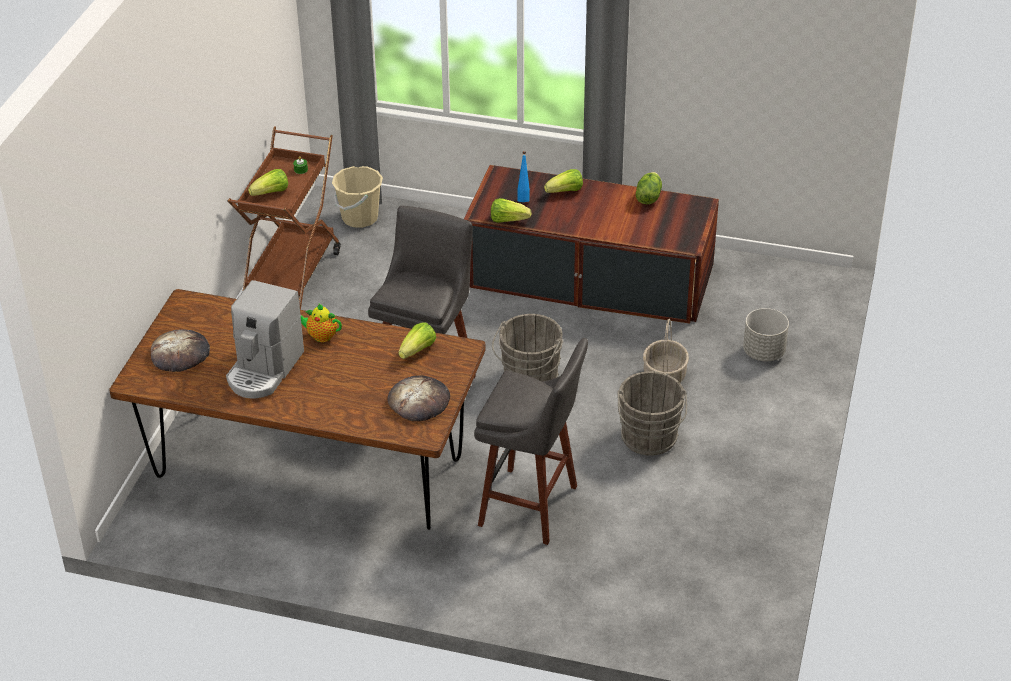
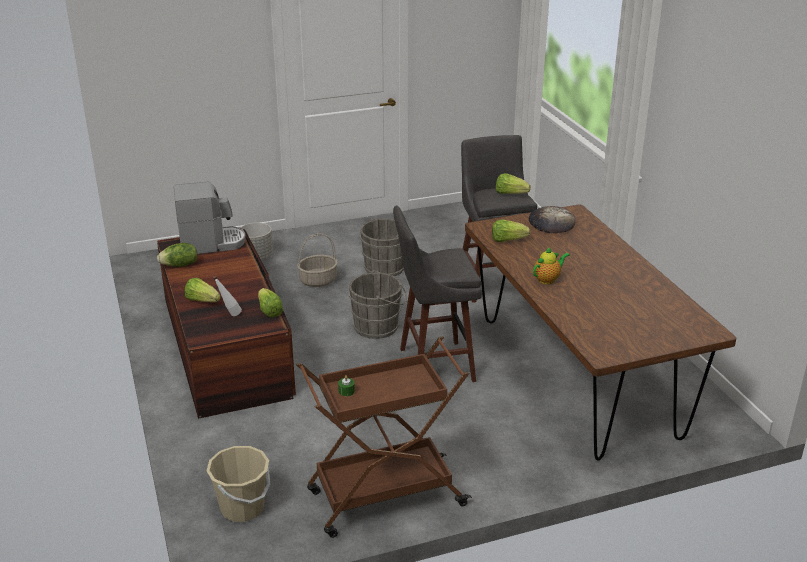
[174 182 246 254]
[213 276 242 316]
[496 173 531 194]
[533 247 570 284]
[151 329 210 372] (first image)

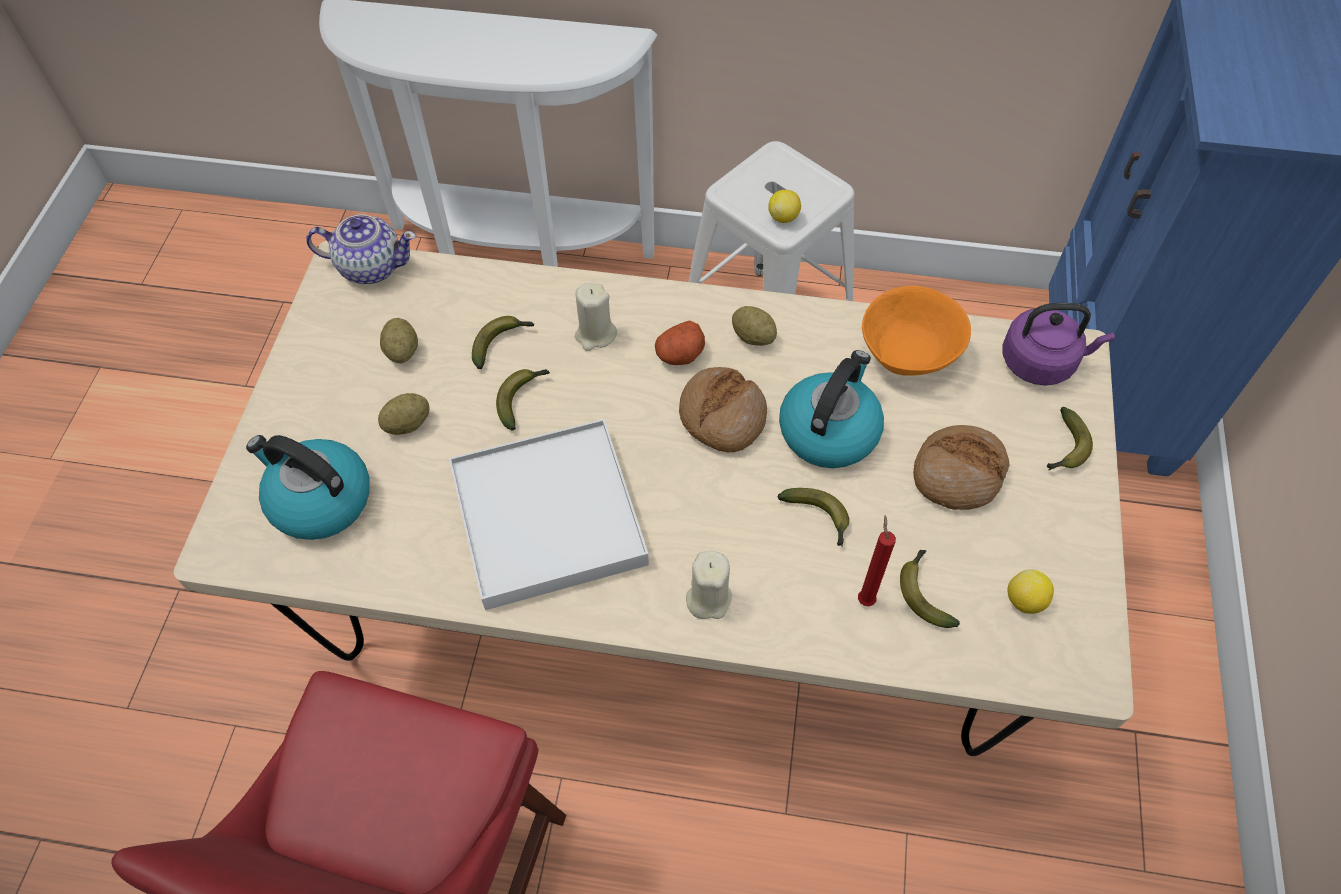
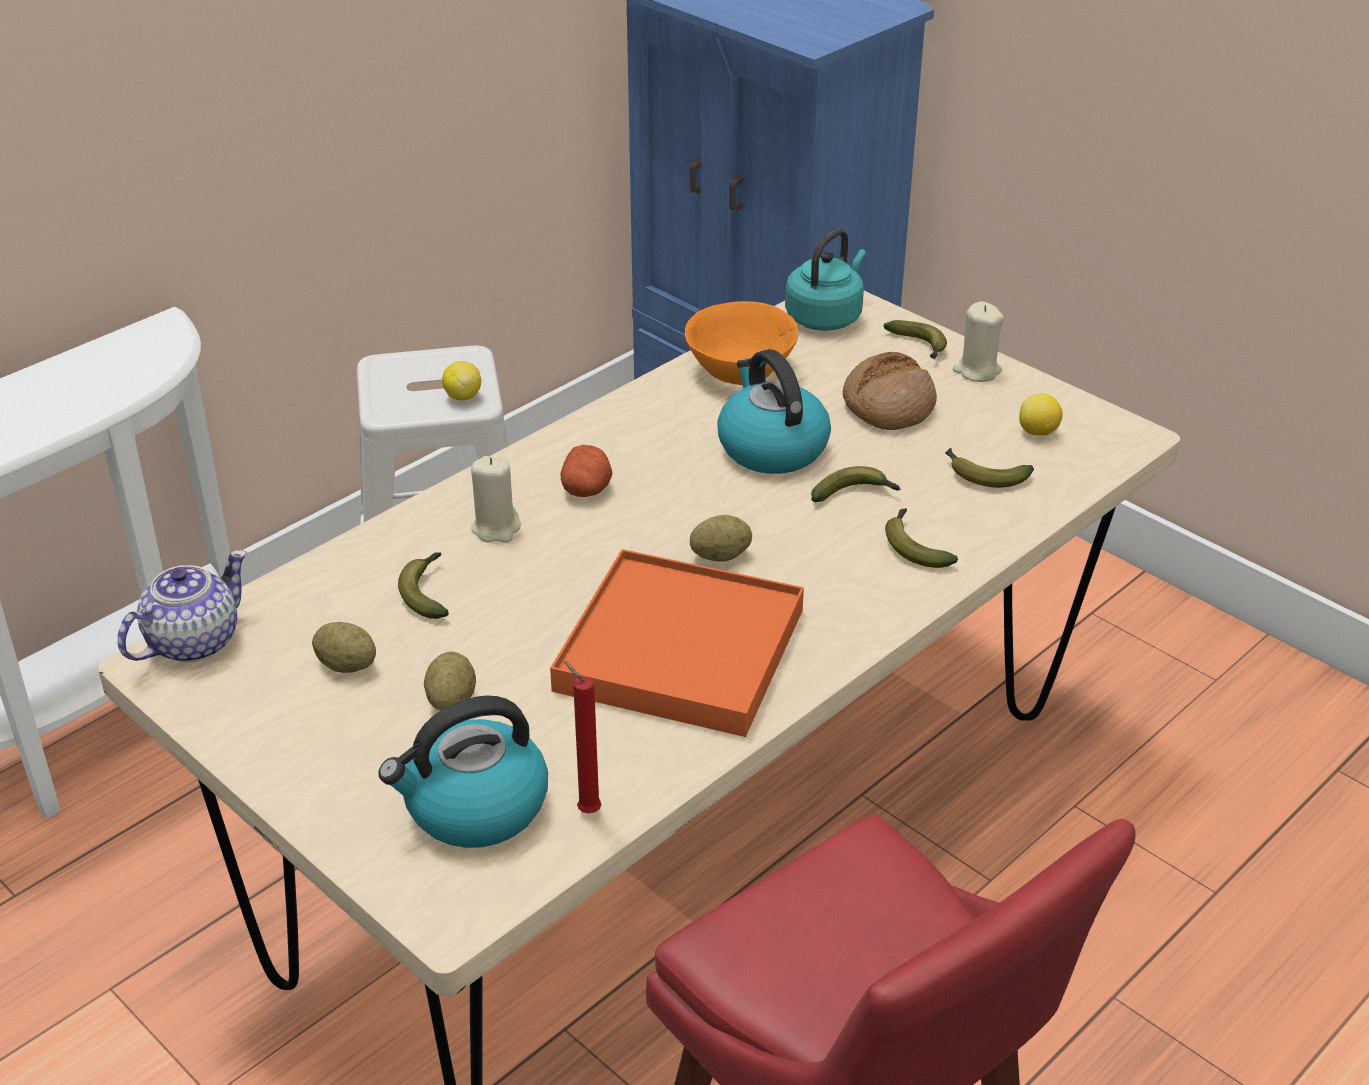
[550 549 804 737]
[563 661 601 814]
[690 515 752 562]
[785 229 866 331]
[885 508 958 568]
[953 301 1004 382]
[679 367 767 452] (first image)

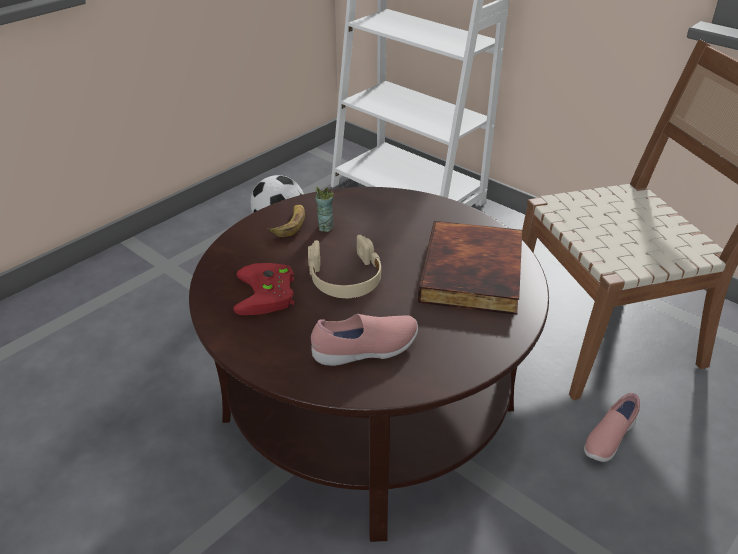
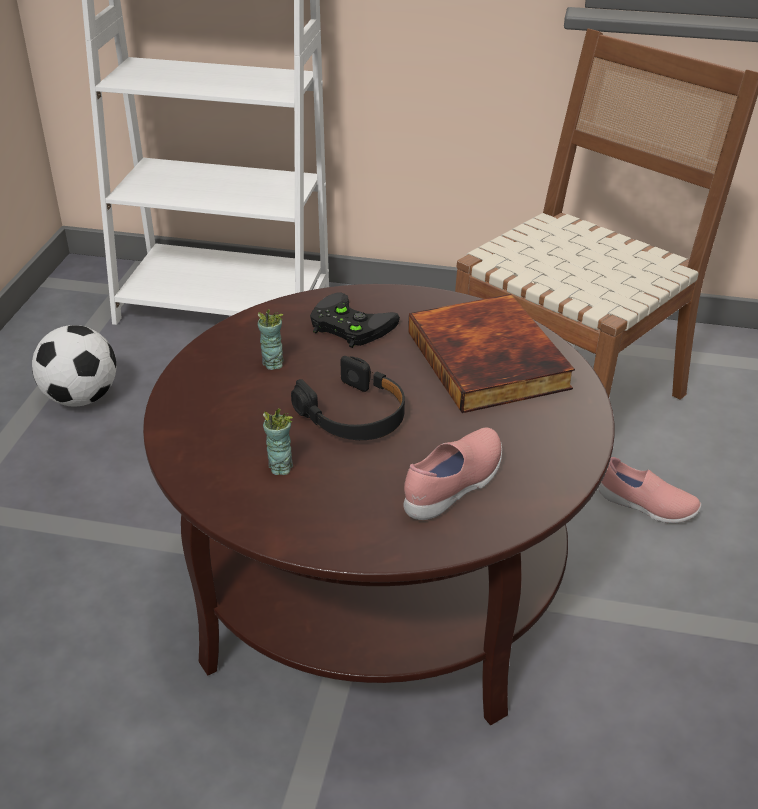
[263 408 293 475]
[291 356 405 440]
[310 293 400 348]
[598 457 701 524]
[267 205 305 237] (first image)

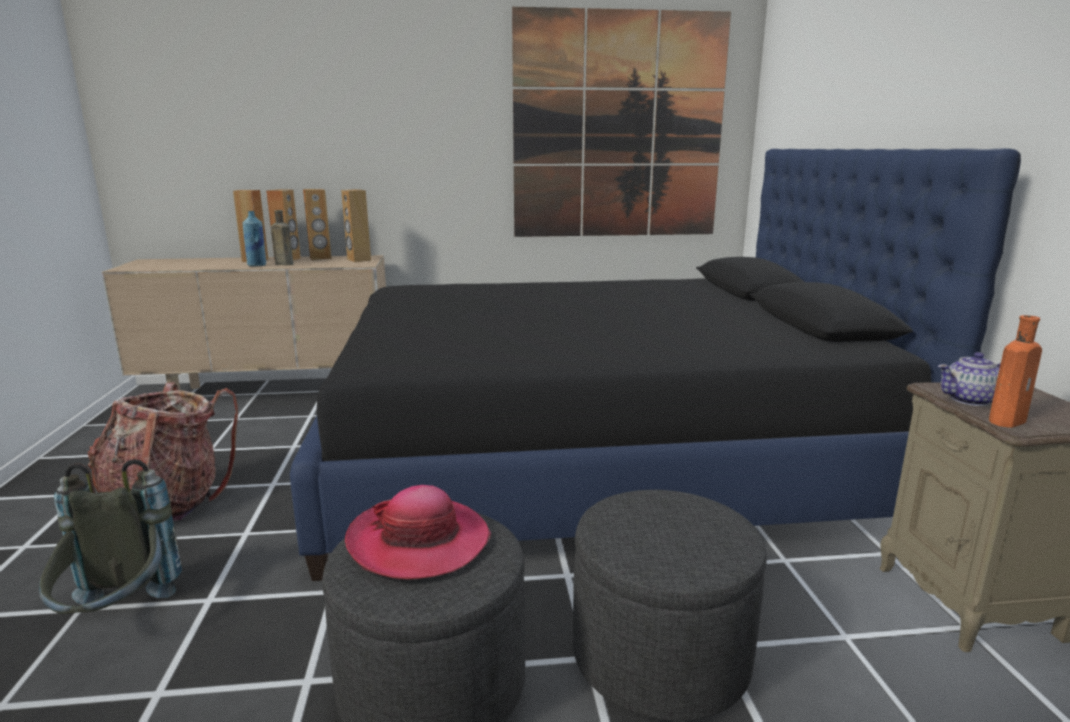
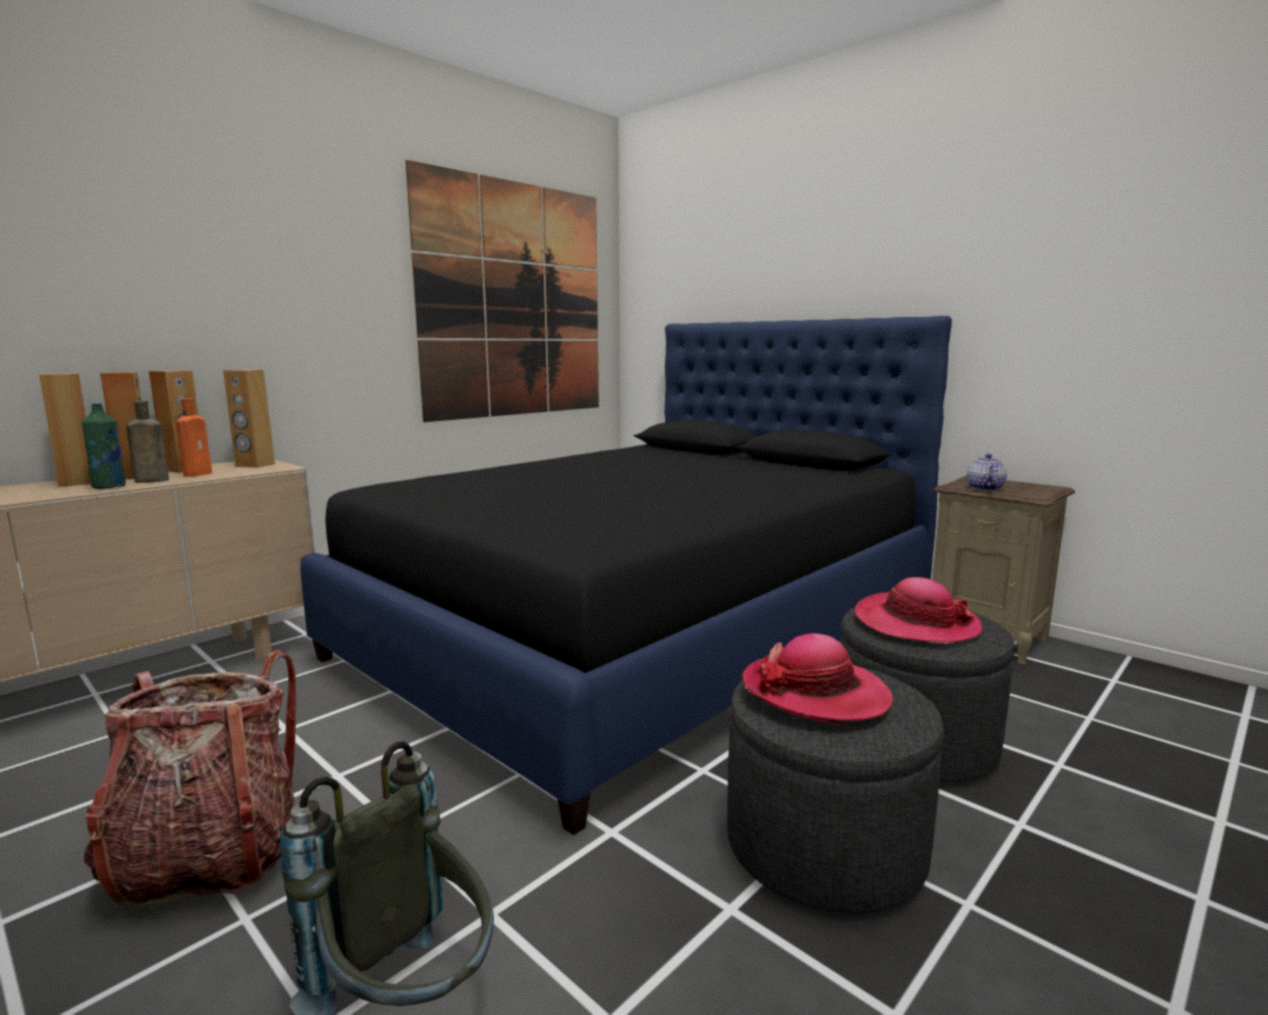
[82 403 126 489]
[176 398 212 477]
[855 577 983 644]
[966 454 1007 491]

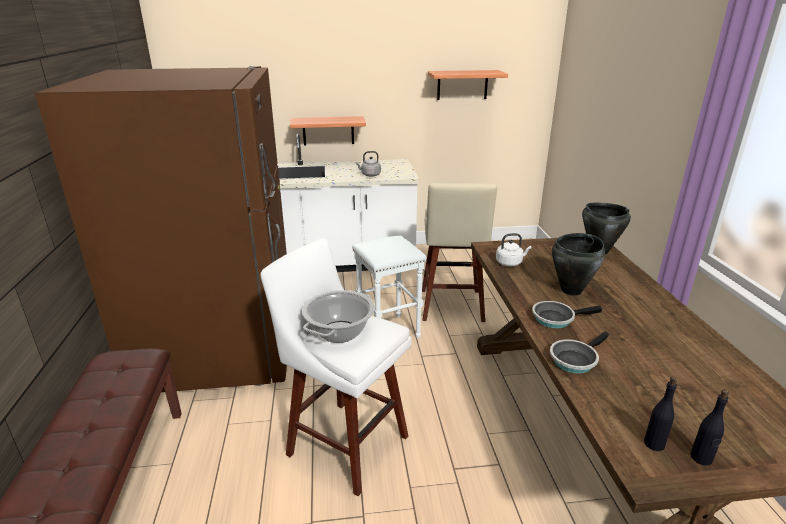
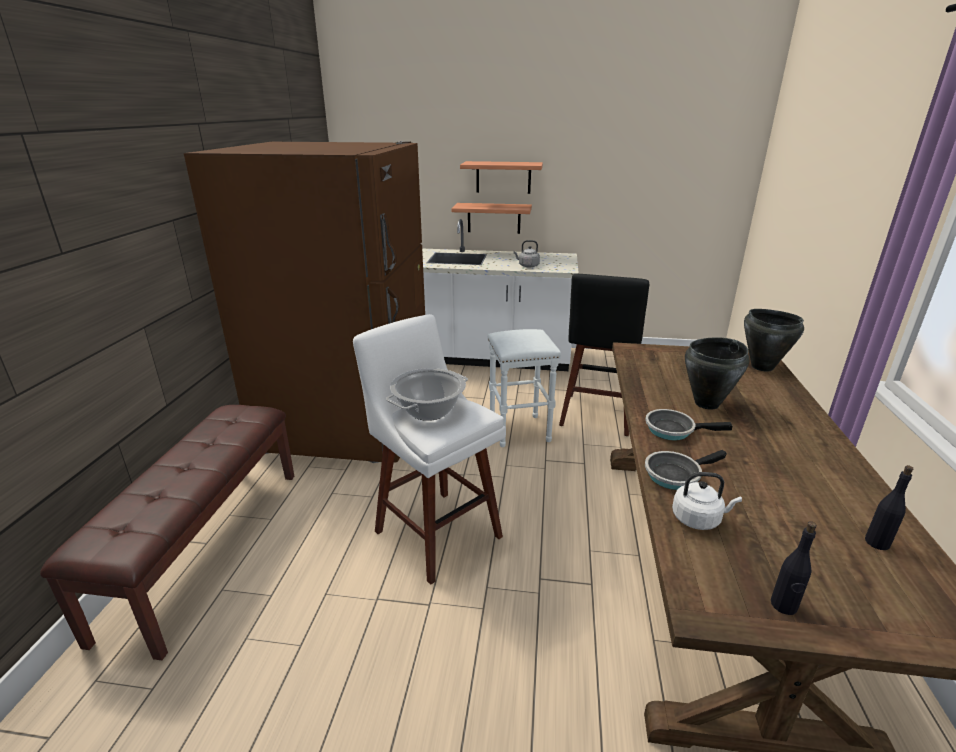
[460 161 543 194]
[559 274 649 436]
[672 472 742 530]
[865 465 913 550]

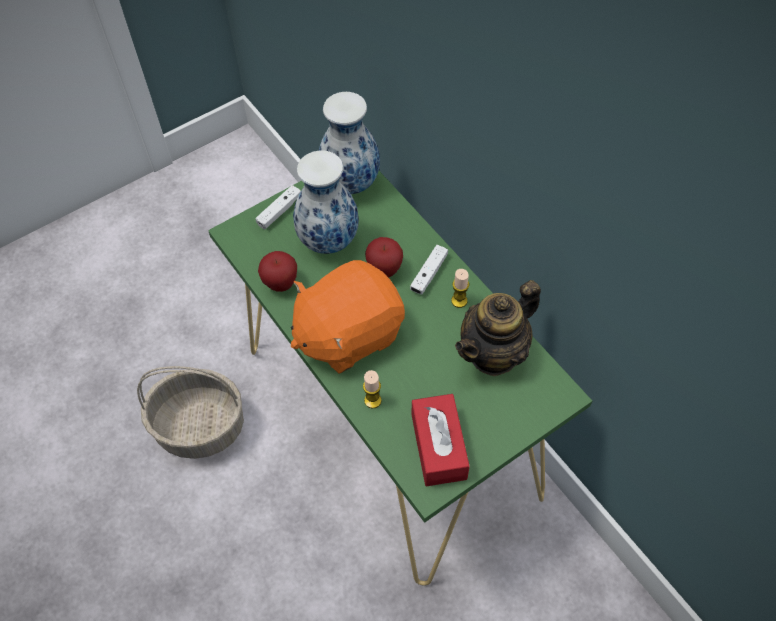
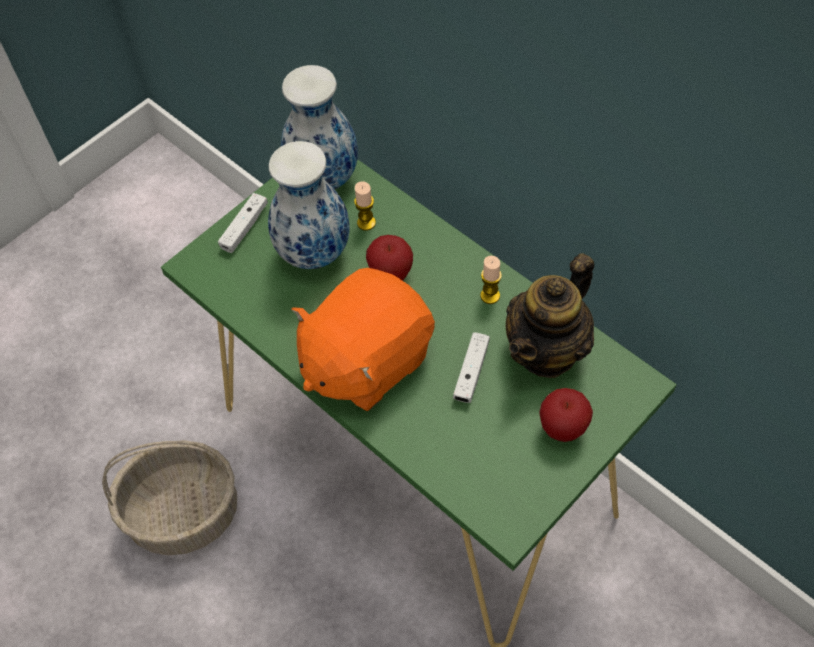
[354 181 376 231]
[453 332 490 403]
[539 388 593 442]
[412 394 470 486] (first image)

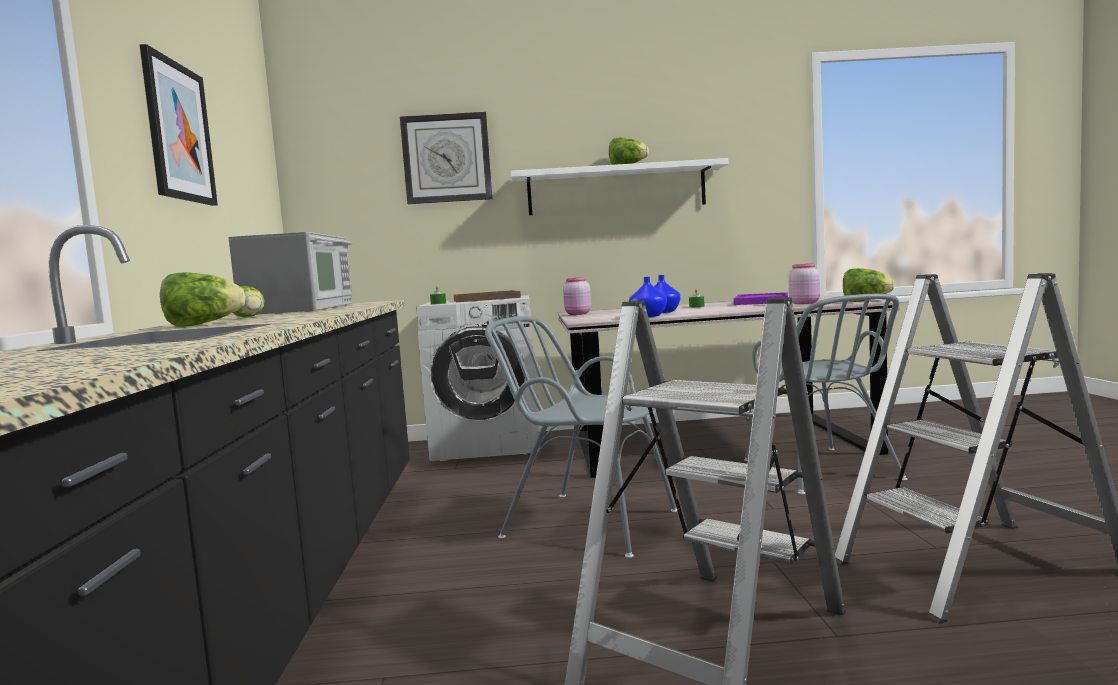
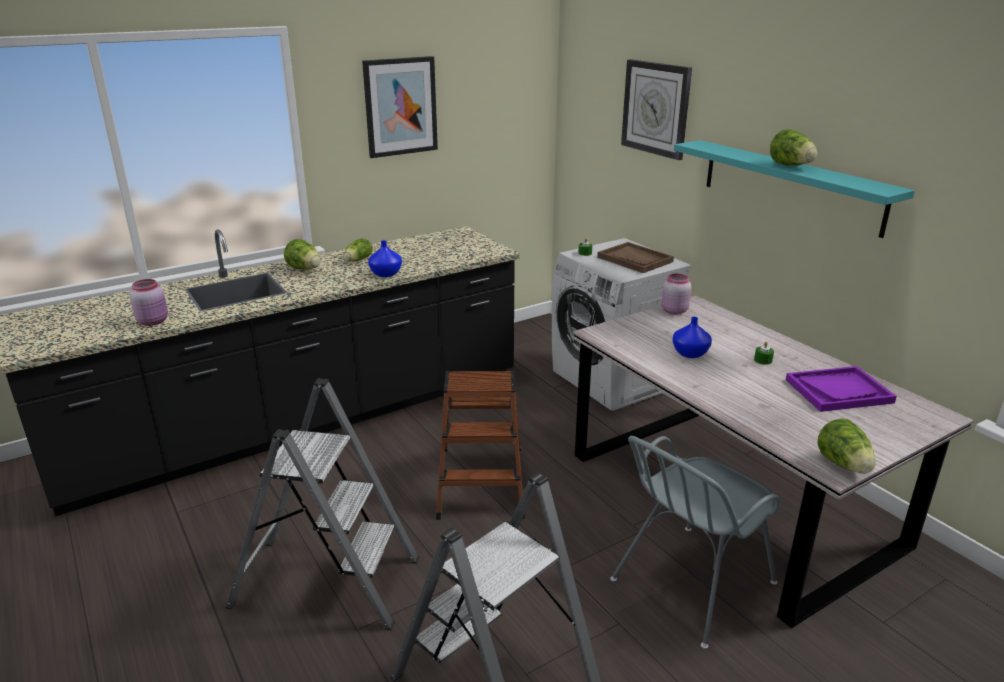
[129 279 168 326]
[368 240 402 277]
[436 370 525 520]
[674 140 915 238]
[228 232 353 315] (first image)

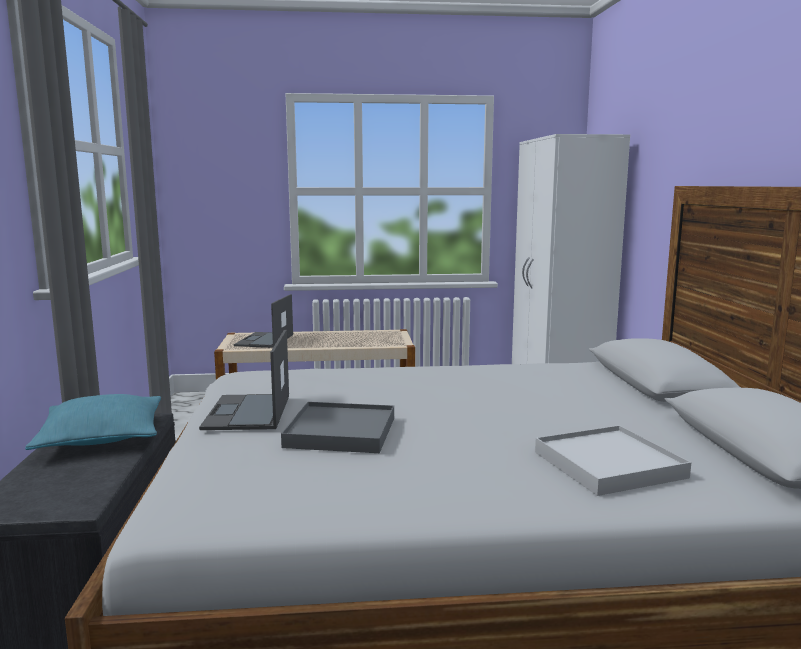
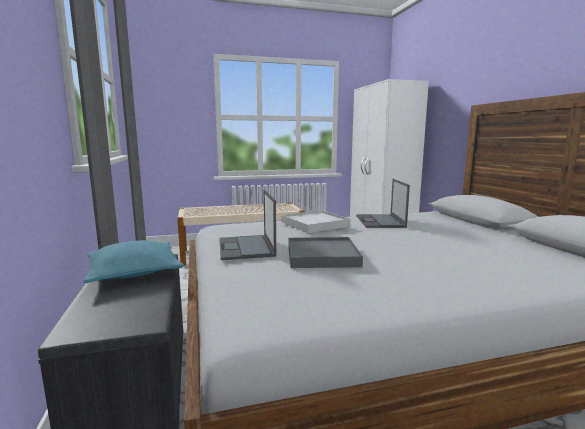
[281 210 350 233]
[356 179 410 228]

